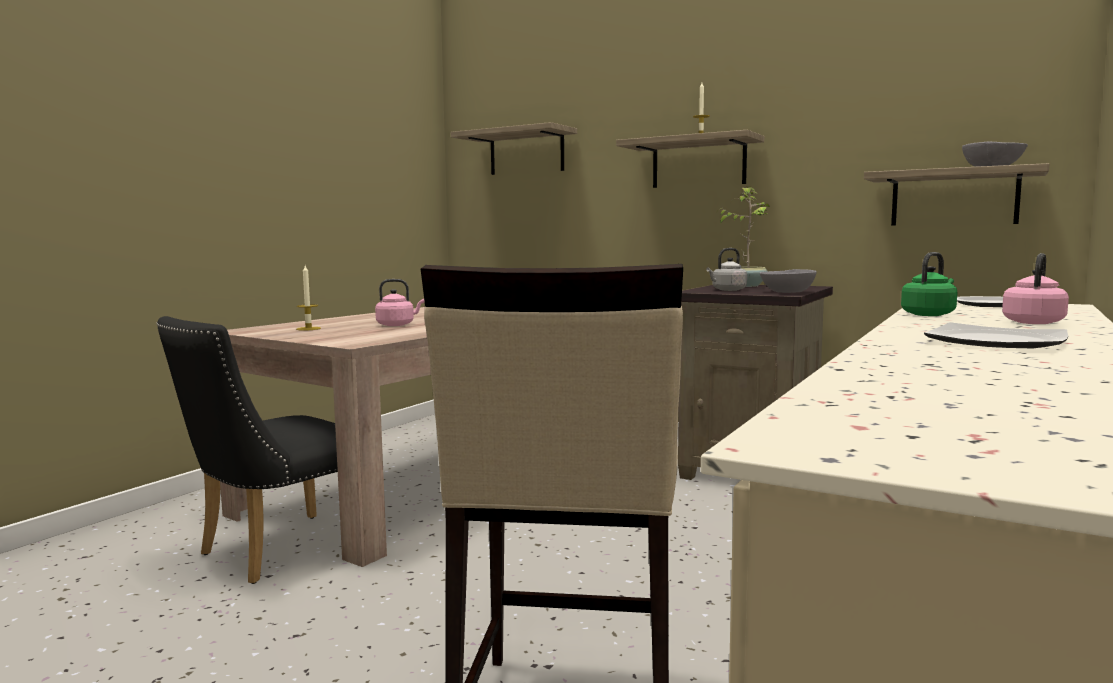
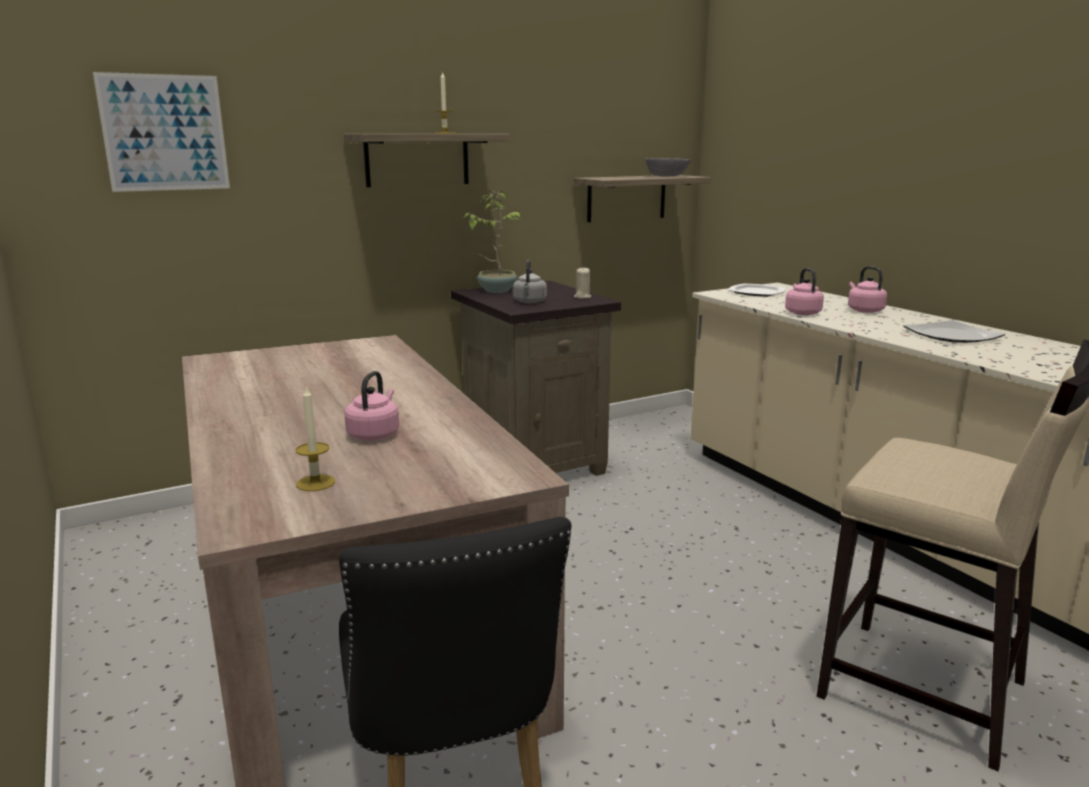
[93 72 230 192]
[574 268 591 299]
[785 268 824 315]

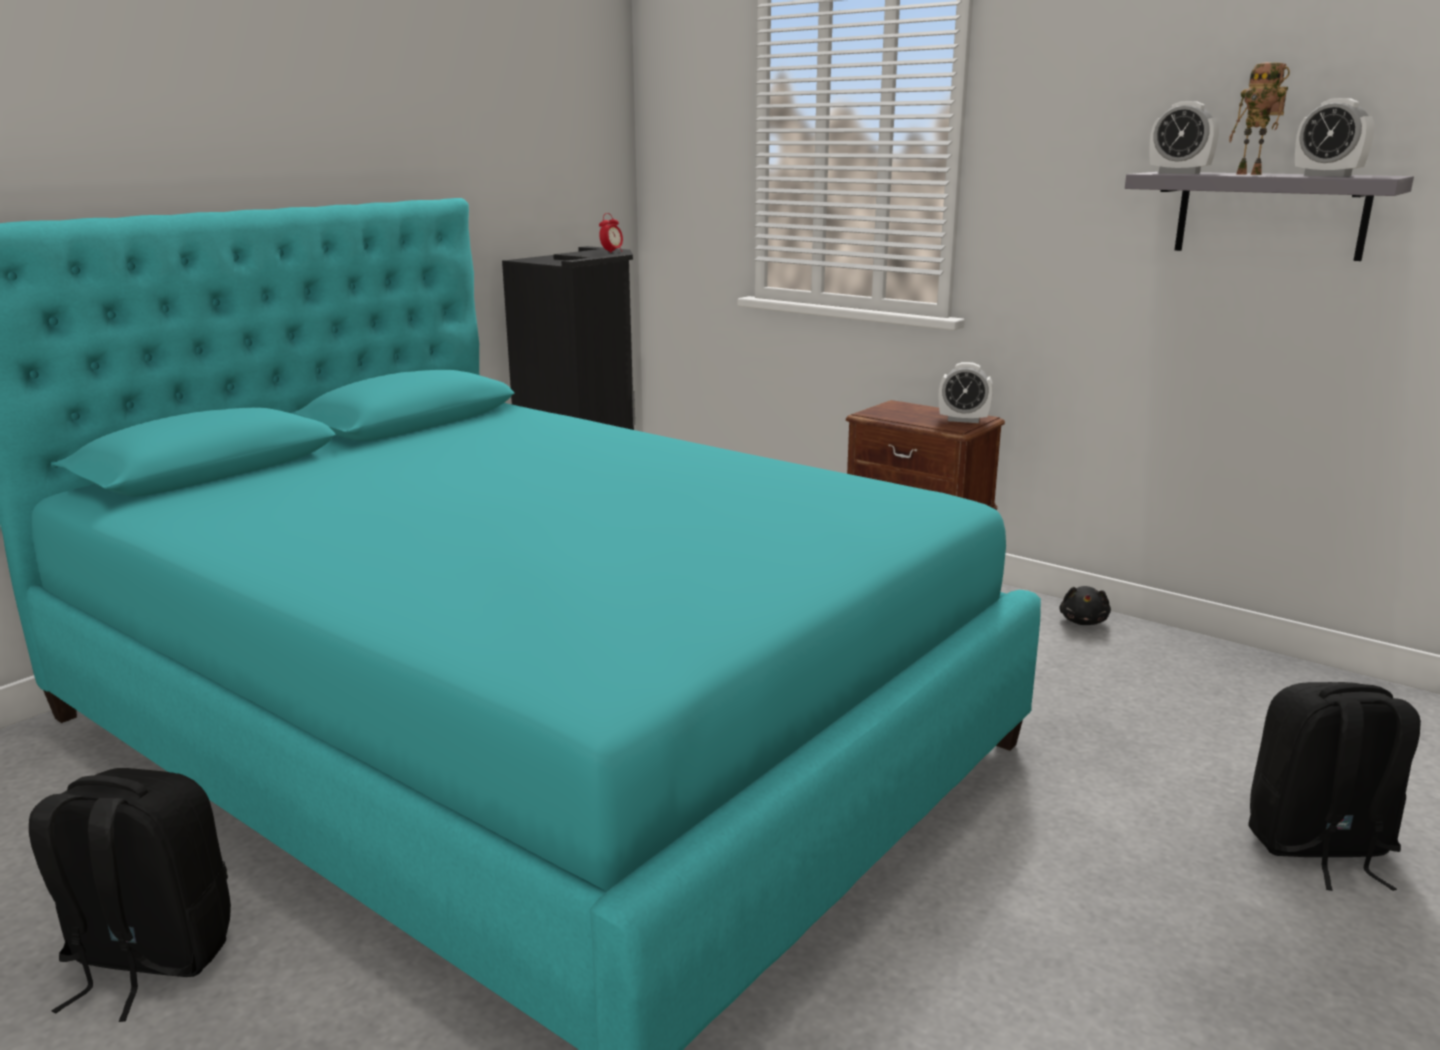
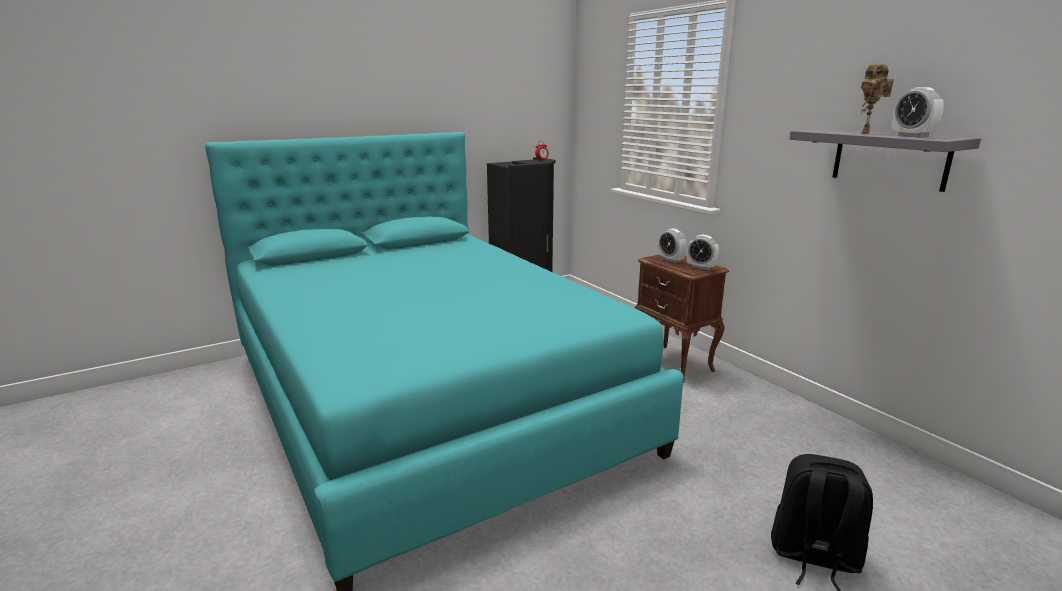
[659 228 687 263]
[861 64 894 134]
[29 768 231 1022] (first image)
[1060 586 1111 625] (first image)

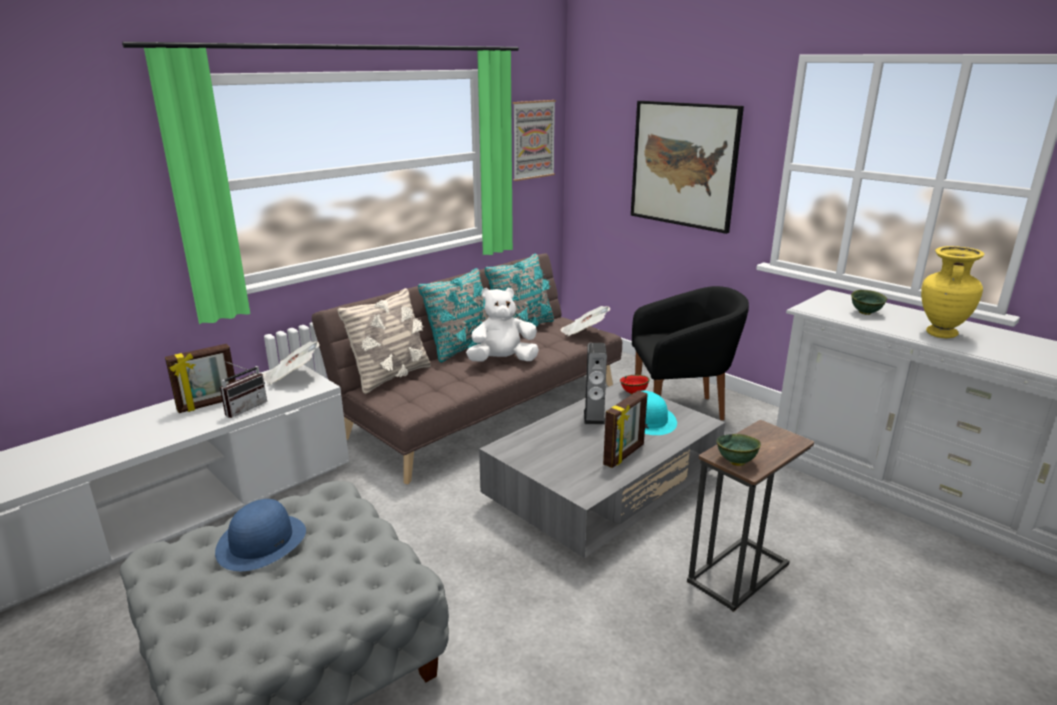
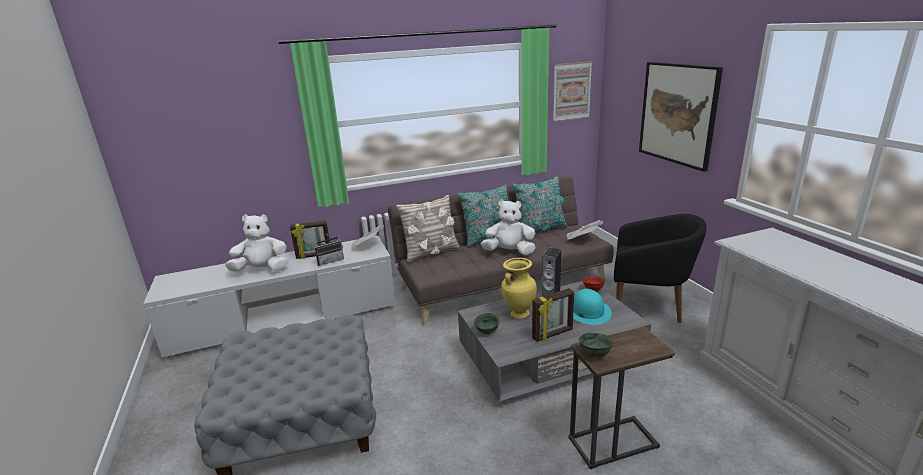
[225 214 289 272]
[474 313 499 334]
[501 258 537 319]
[215 499 306 571] (first image)

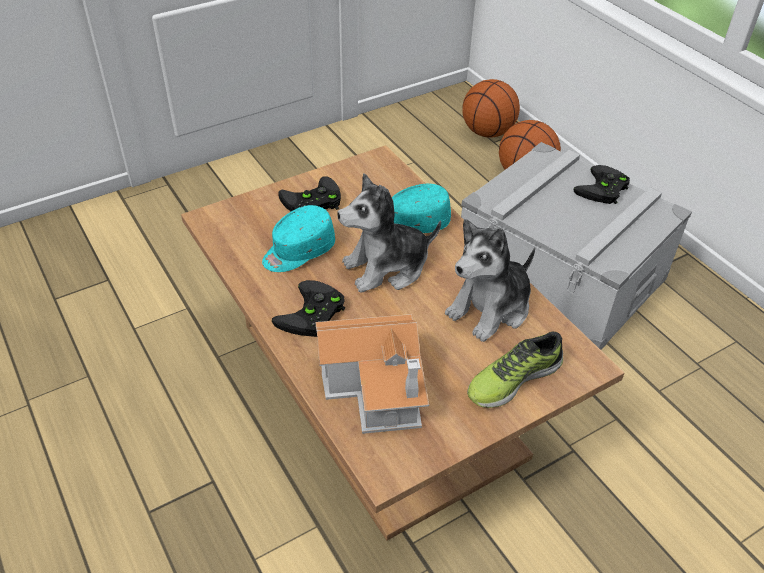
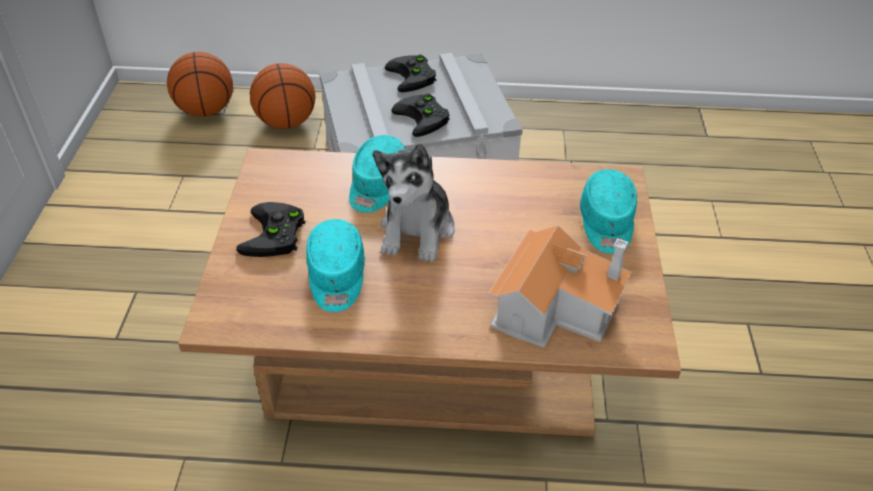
[391 93 450 137]
[580 169 637 254]
[445 219 535 342] (first image)

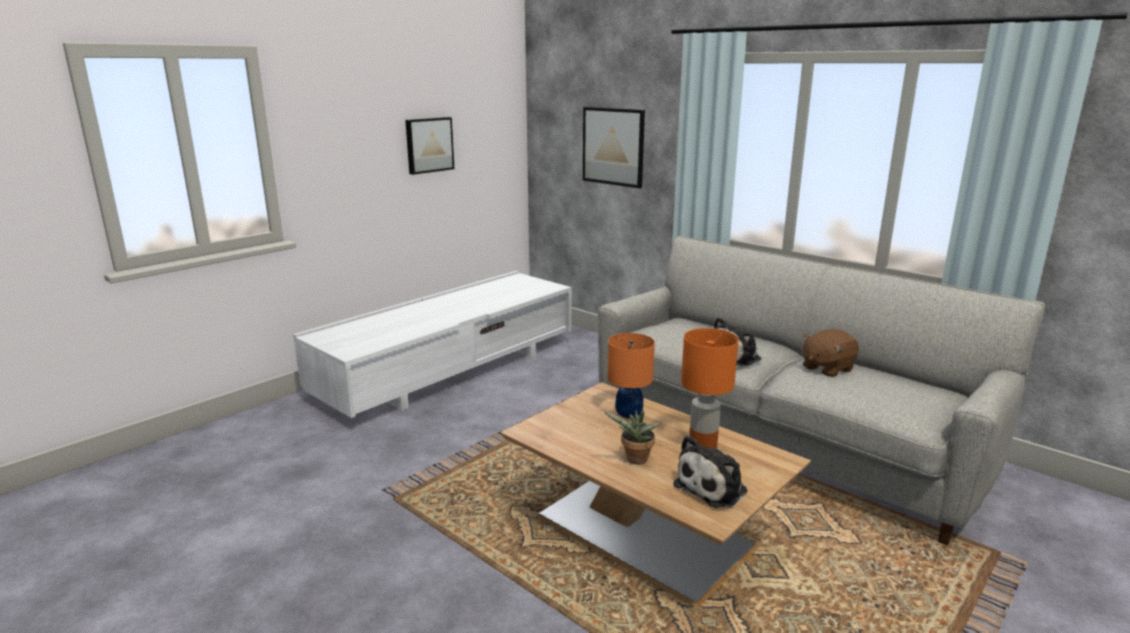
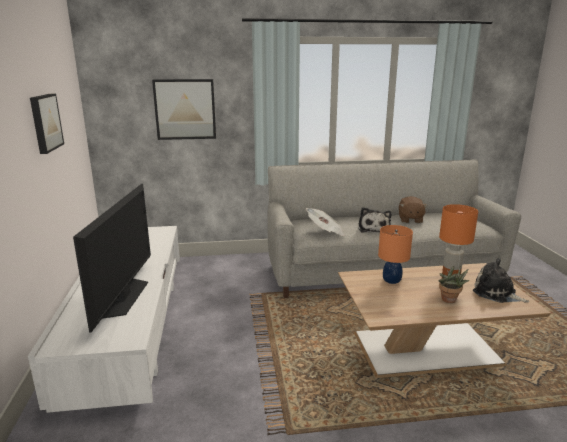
[73 184 151 333]
[306 208 344 236]
[473 258 529 303]

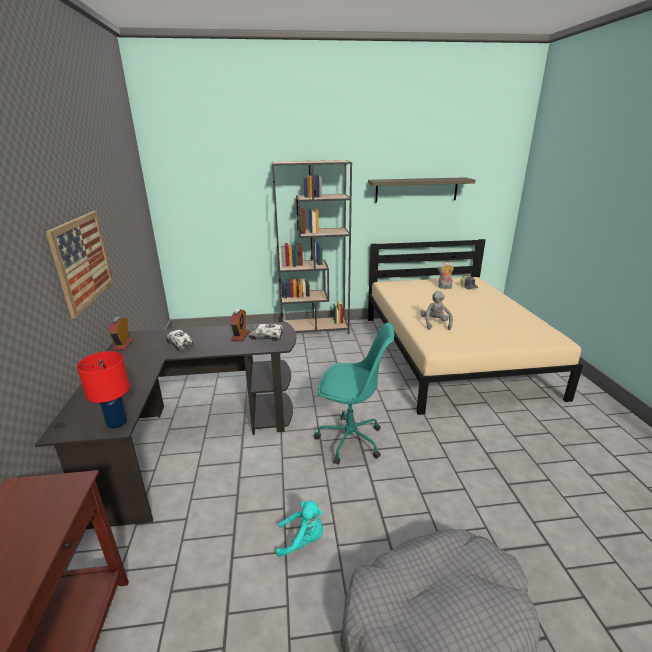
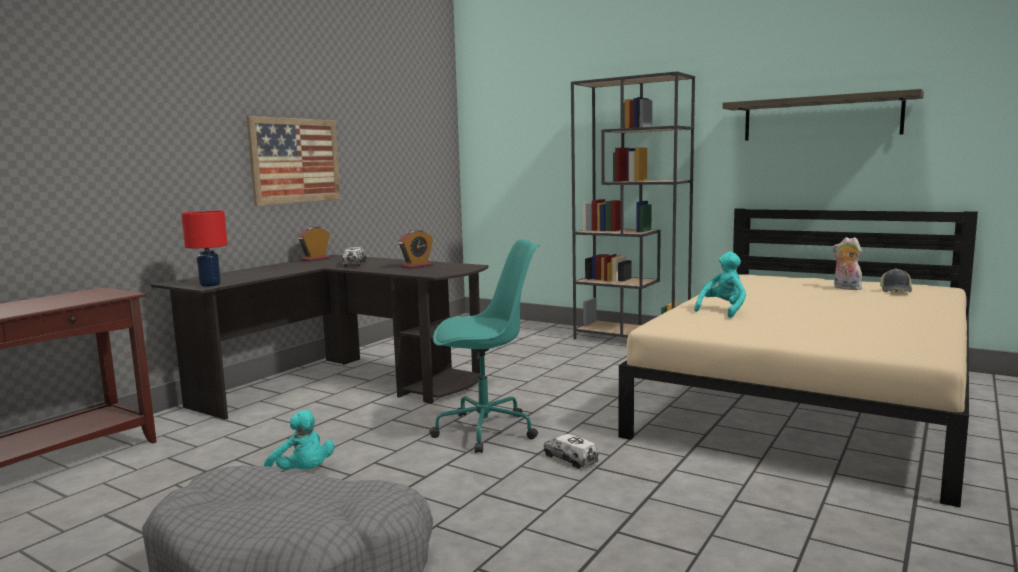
[429 239 540 453]
[544 434 599 469]
[694 252 746 318]

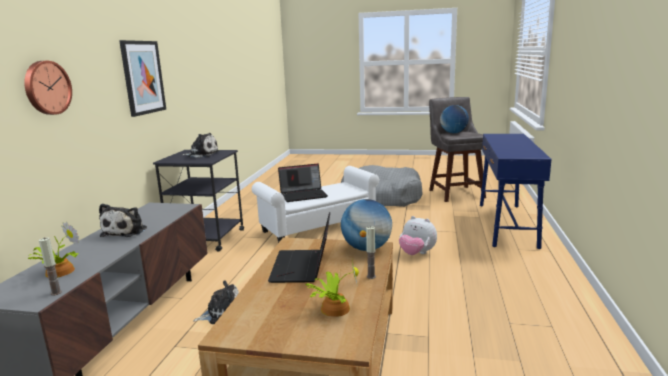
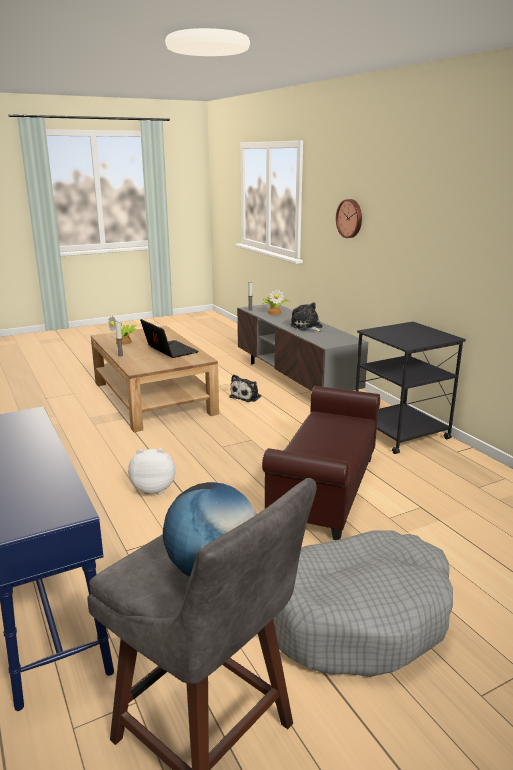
[262 386 380 540]
[119 40 166 117] (first image)
[183 133 219 158] (first image)
[278 163 328 202] (first image)
[341 199 392 251] (first image)

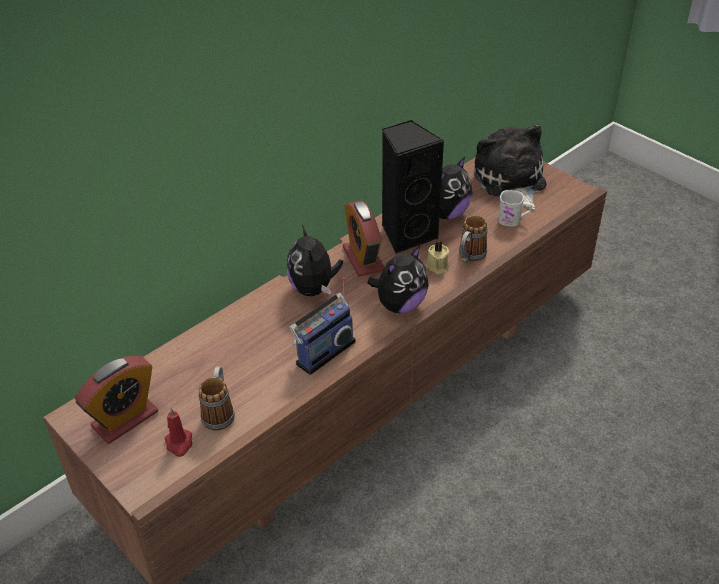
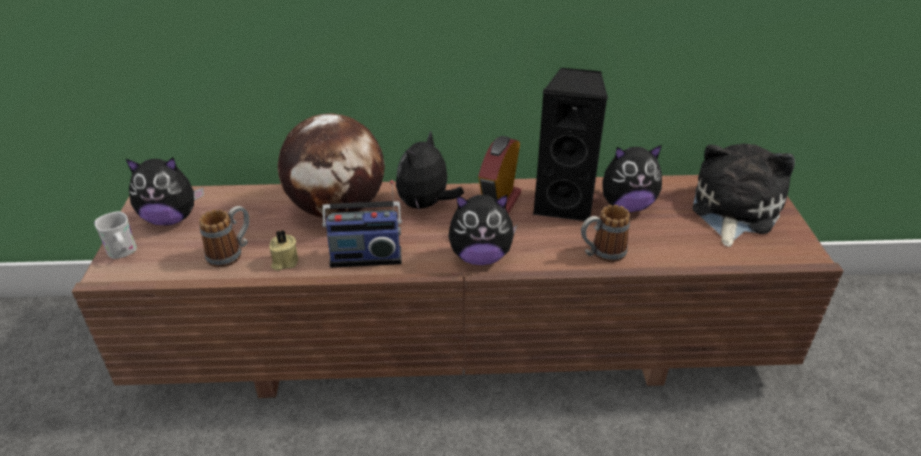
[95 211 137 259]
[126 158 204 225]
[269 230 298 271]
[278 113 385 219]
[165 408 192 457] (first image)

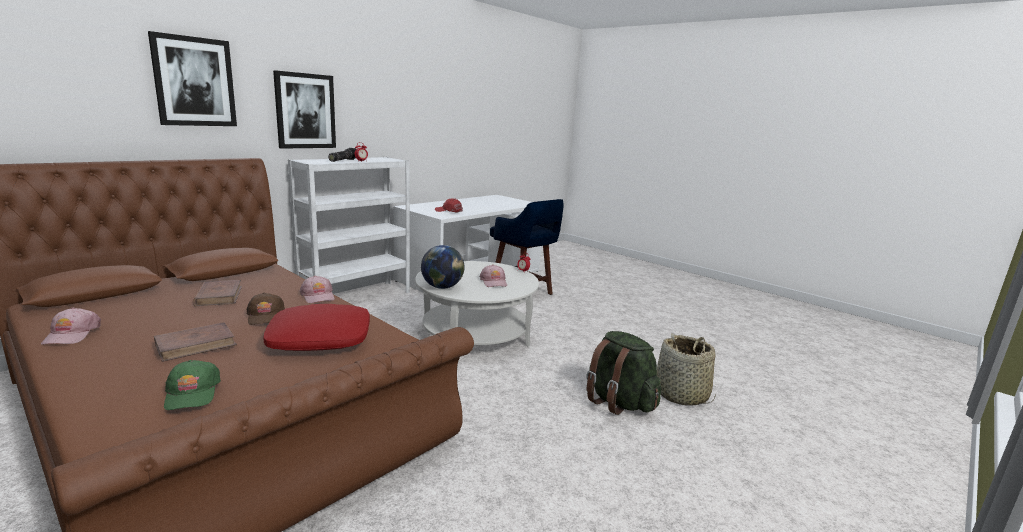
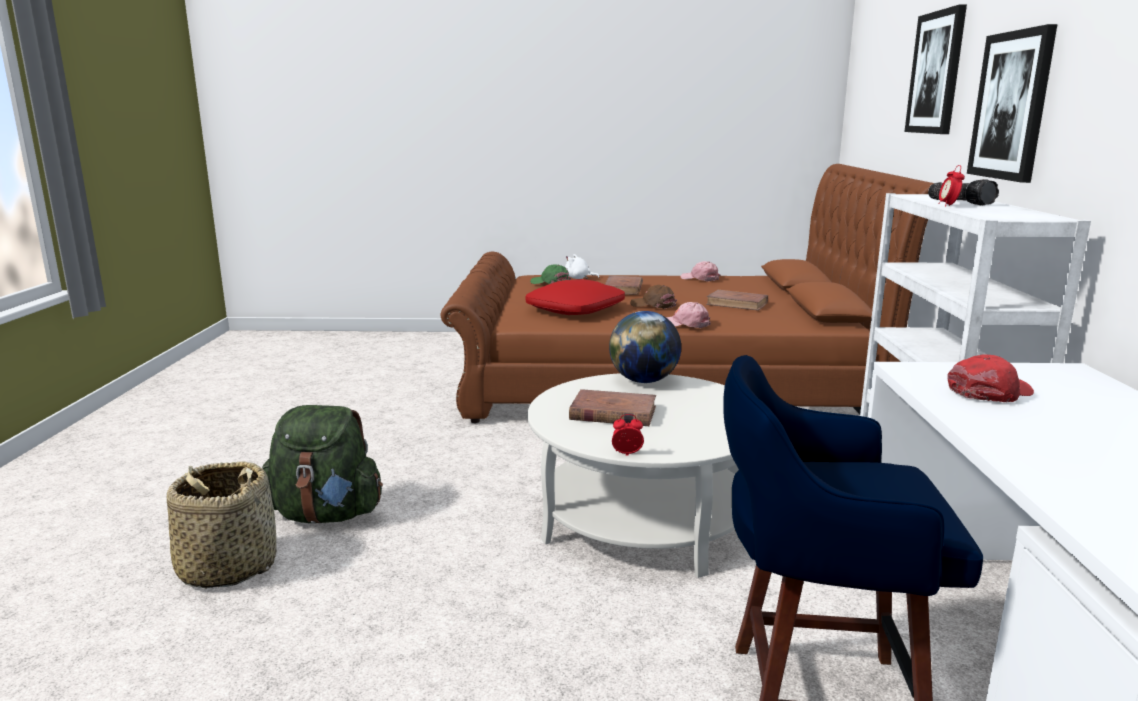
[565 254 599 279]
[569 389 656 426]

